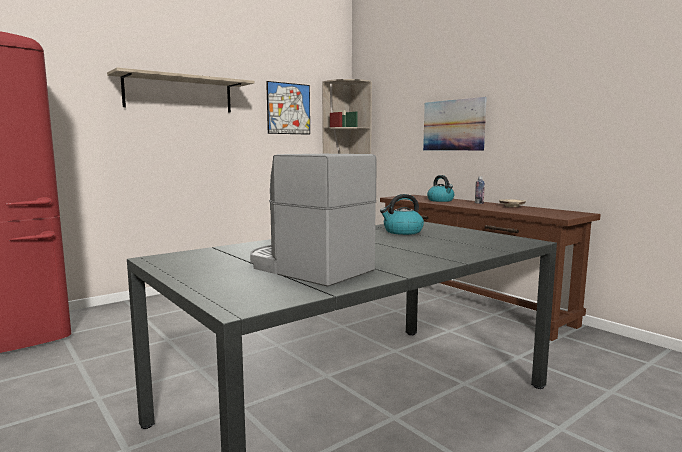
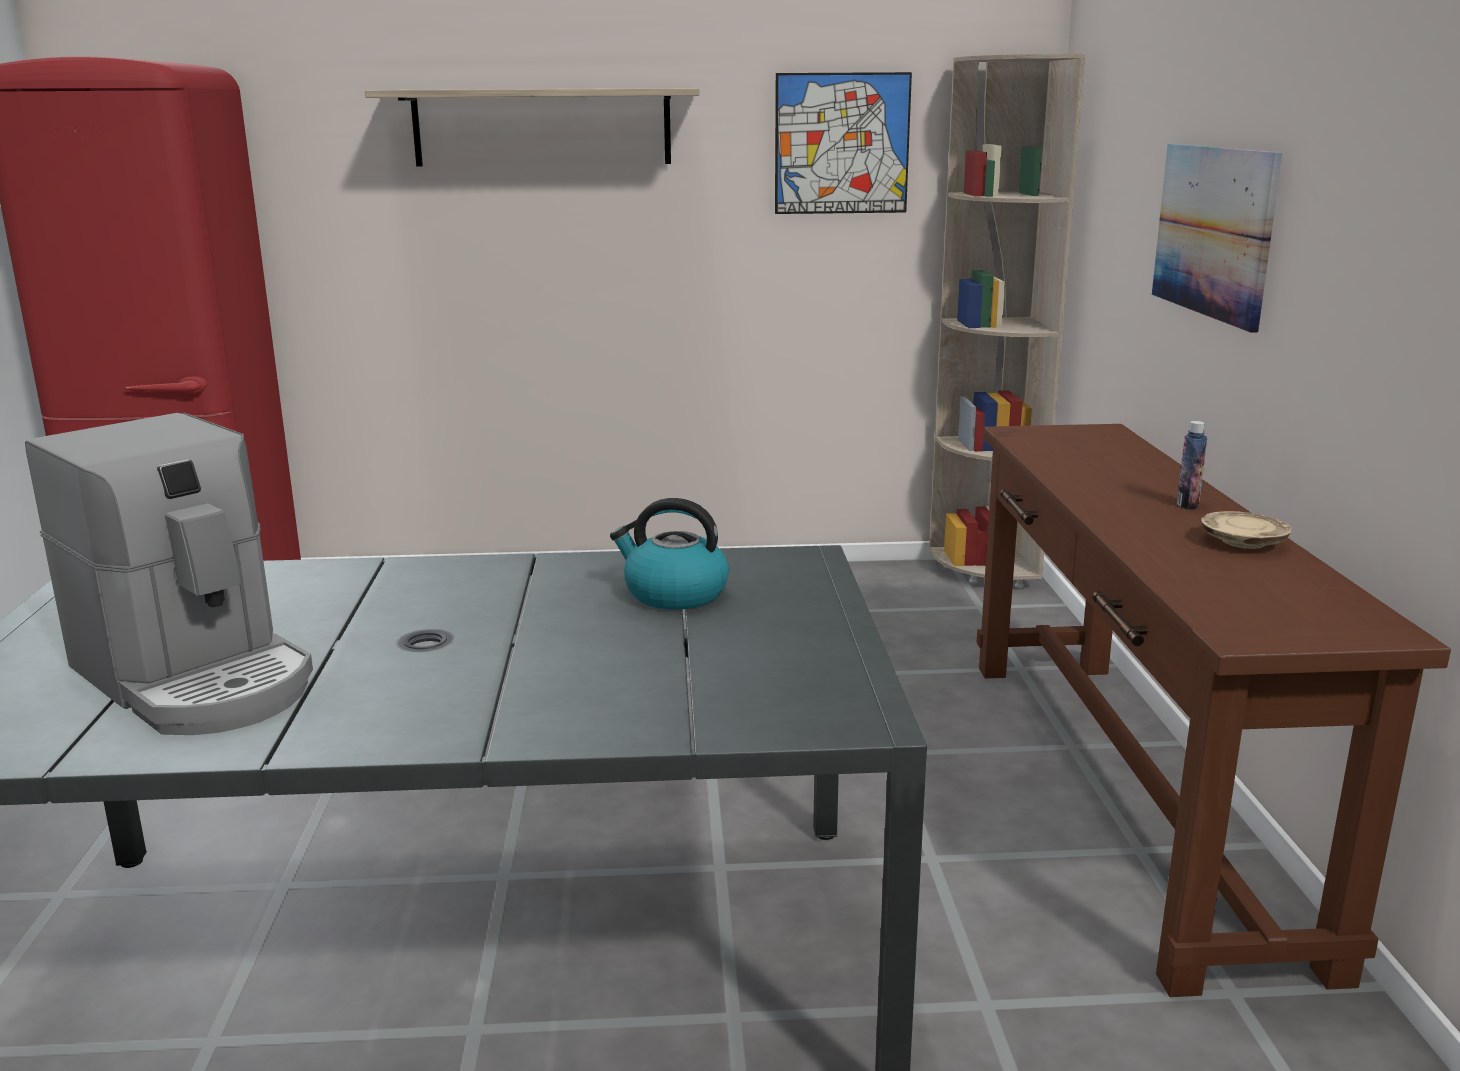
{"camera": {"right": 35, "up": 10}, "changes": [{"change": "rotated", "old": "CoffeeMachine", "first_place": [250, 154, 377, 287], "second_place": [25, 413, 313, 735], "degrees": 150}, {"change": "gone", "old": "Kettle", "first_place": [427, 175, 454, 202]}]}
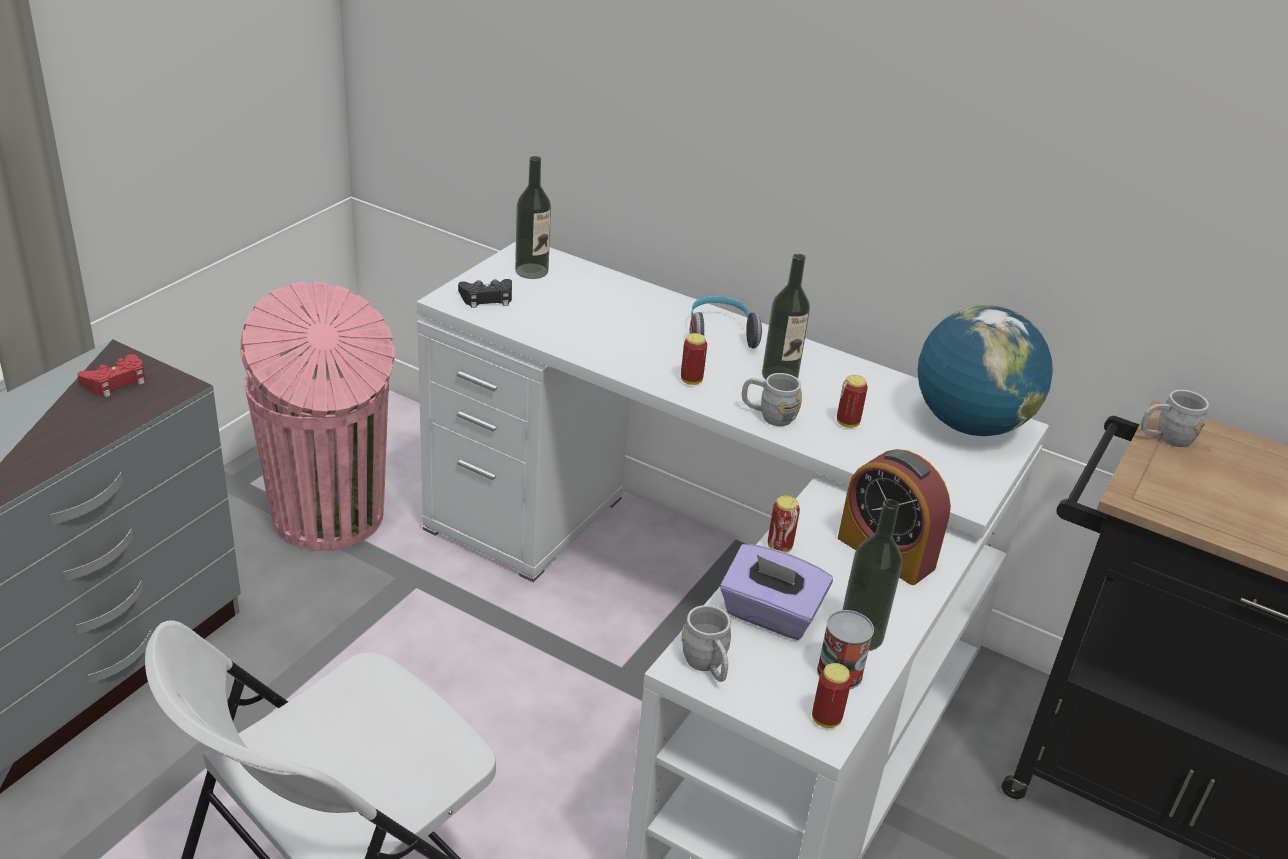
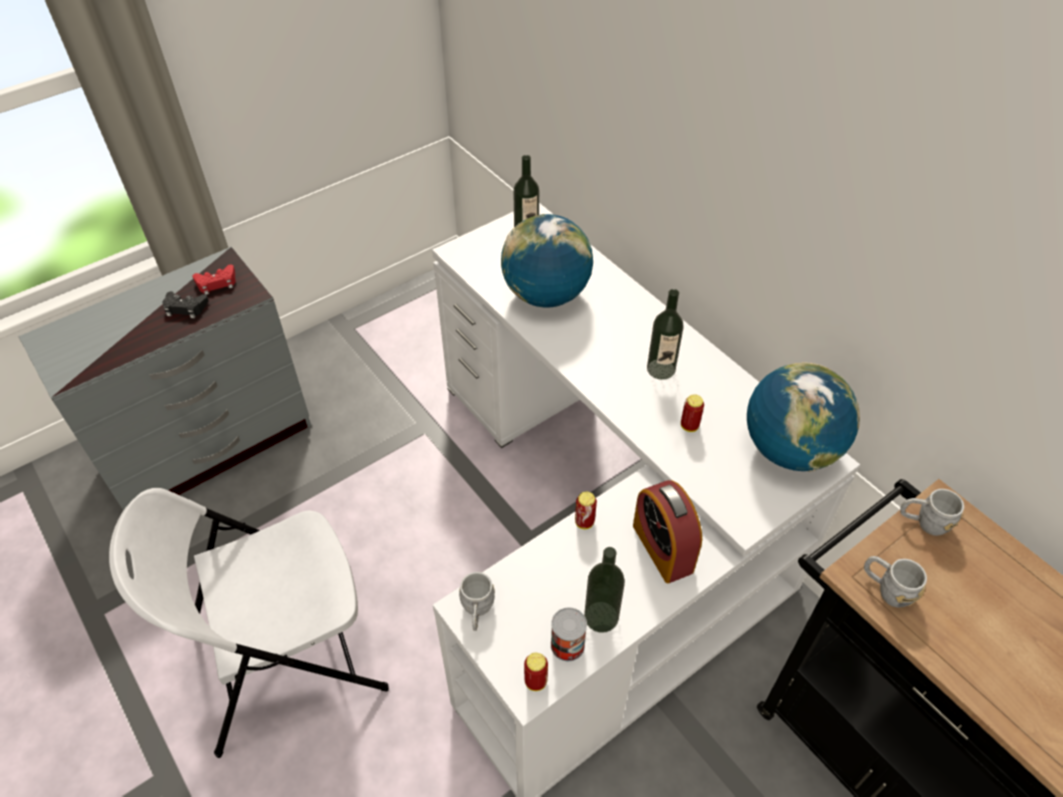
{"camera": {"right": 25, "up": 15}, "changes": [{"change": "gone", "old": "PinkTrashCan", "first_place": [240, 281, 395, 551]}, {"change": "shifted", "old": "BlackGameController", "first_place": [458, 279, 512, 308], "second_place": [162, 291, 209, 318]}, {"change": "gone", "old": "Can", "first_place": [681, 333, 707, 385]}, {"change": "gone", "old": "Headphones", "first_place": [690, 296, 762, 349]}, {"change": "gone", "old": "PurpleTissueBox", "first_place": [720, 544, 833, 640]}, {"change": "shifted", "old": "GreyMug", "first_place": [742, 373, 802, 426], "second_place": [864, 556, 927, 607]}, {"change": "new", "new": "Globe", "second_place": [501, 214, 593, 308]}]}
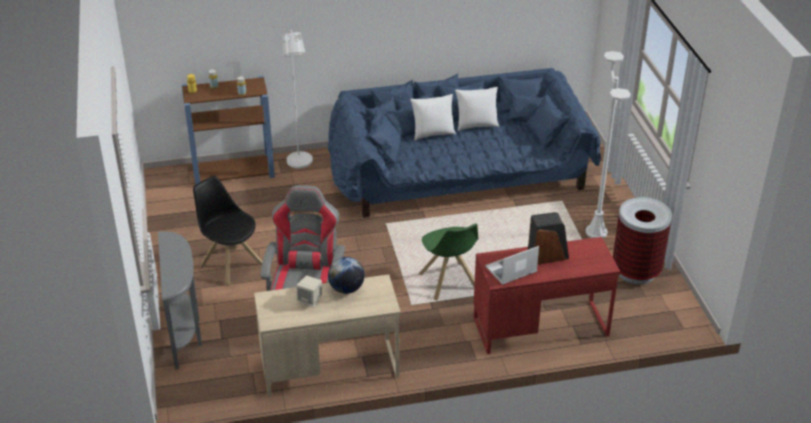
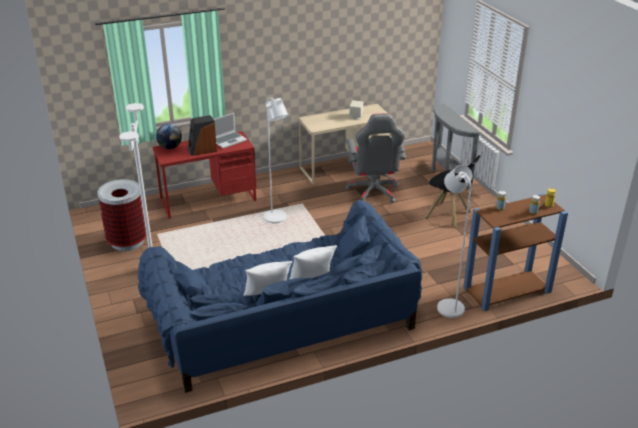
{"camera": {"right": 170, "up": -5}, "changes": [{"change": "shifted", "old": "Globe", "first_place": [328, 257, 365, 294], "second_place": [156, 124, 182, 149]}, {"change": "swapped", "old": "GreenChair", "new": "WhiteFloorLamp", "first_place": [419, 224, 478, 301], "second_place": [264, 98, 288, 223]}]}
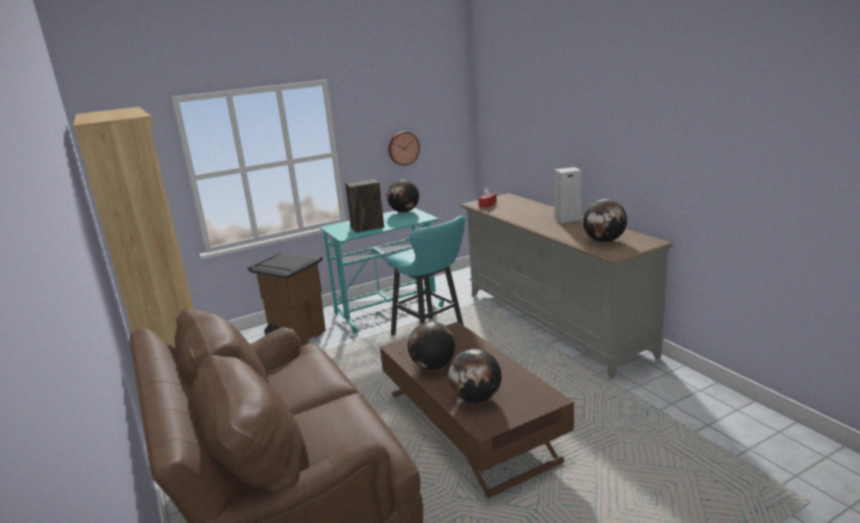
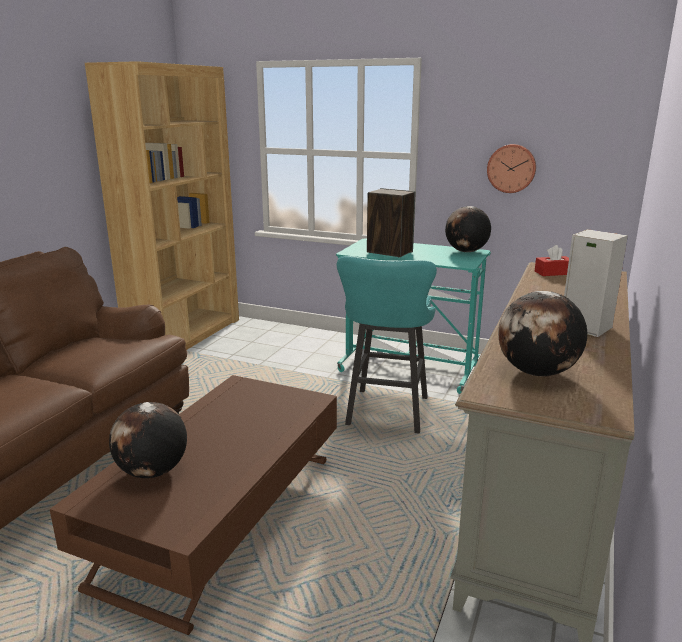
{"camera": {"right": 50, "up": 0}, "changes": [{"change": "gone", "old": "BrownTrashCan", "first_place": [248, 252, 326, 347]}, {"change": "gone", "old": "Globe", "first_place": [408, 321, 455, 370]}]}
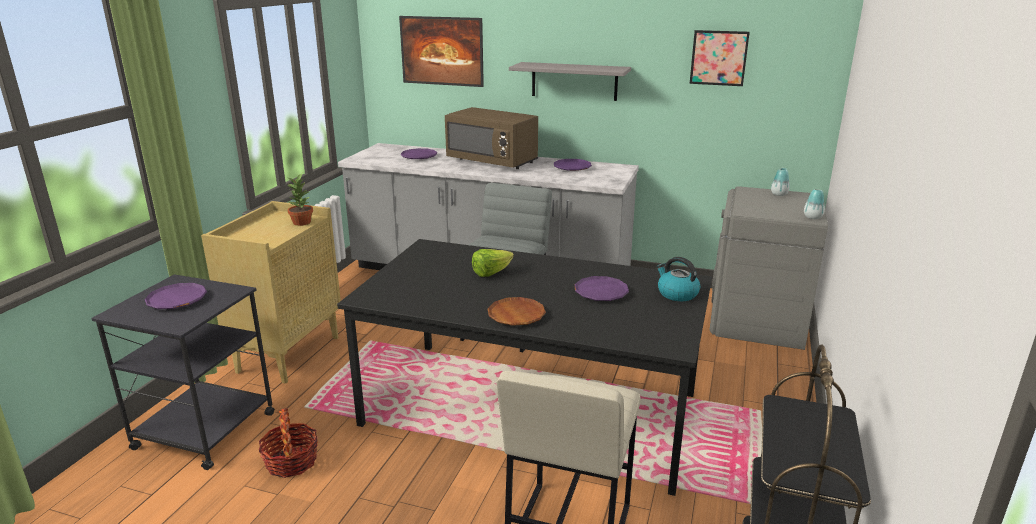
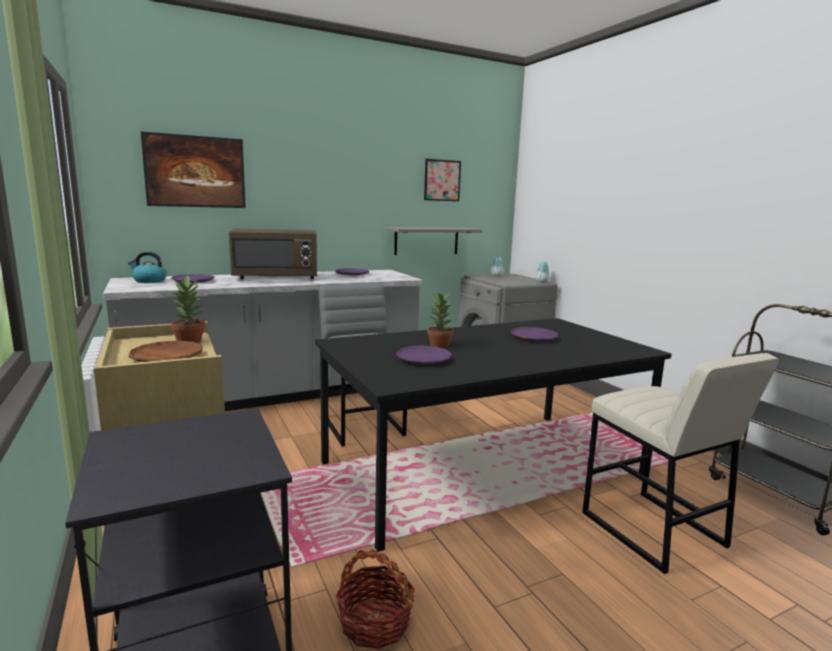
{"camera": {"right": -45, "up": -10}, "changes": [{"change": "shifted", "old": "PurplePlate", "first_place": [145, 283, 207, 309], "second_place": [396, 345, 452, 364]}, {"change": "swapped", "old": "Lettuce", "new": "PottedPlant", "first_place": [472, 249, 514, 277], "second_place": [427, 293, 454, 348]}, {"change": "shifted", "old": "BrownPlate", "first_place": [488, 297, 546, 326], "second_place": [128, 341, 202, 362]}, {"change": "shifted", "old": "GreyShelf", "first_place": [509, 62, 631, 101], "second_place": [385, 227, 482, 255]}, {"change": "shifted", "old": "Kettle", "first_place": [656, 257, 701, 301], "second_place": [128, 252, 167, 283]}]}
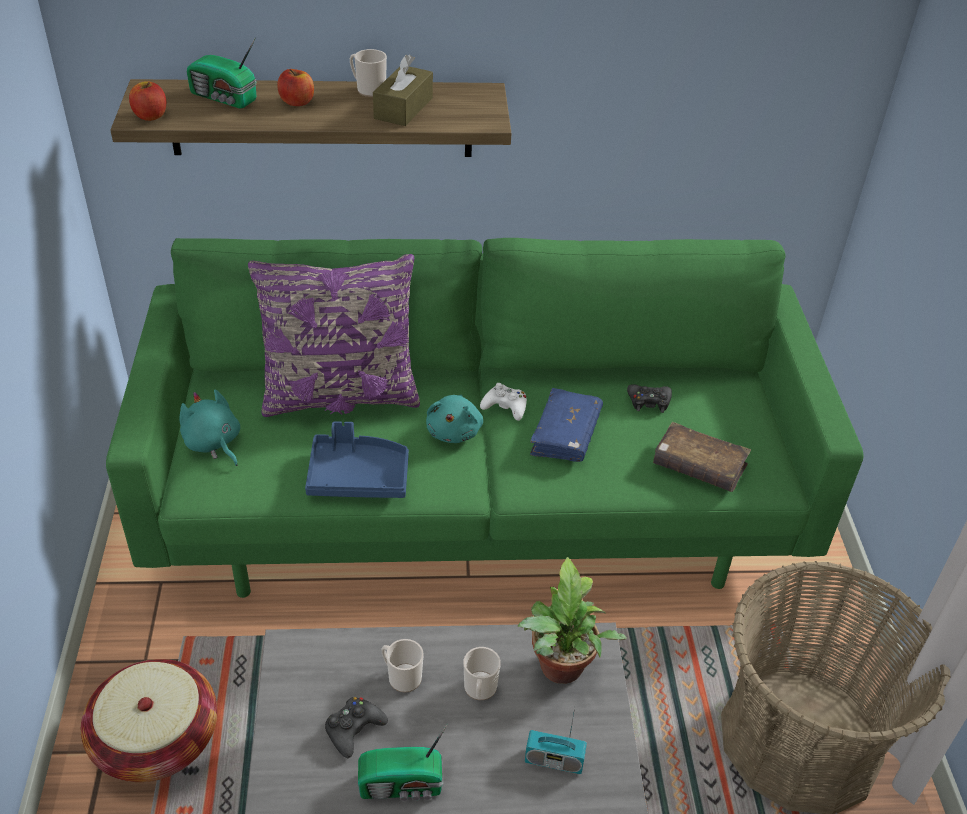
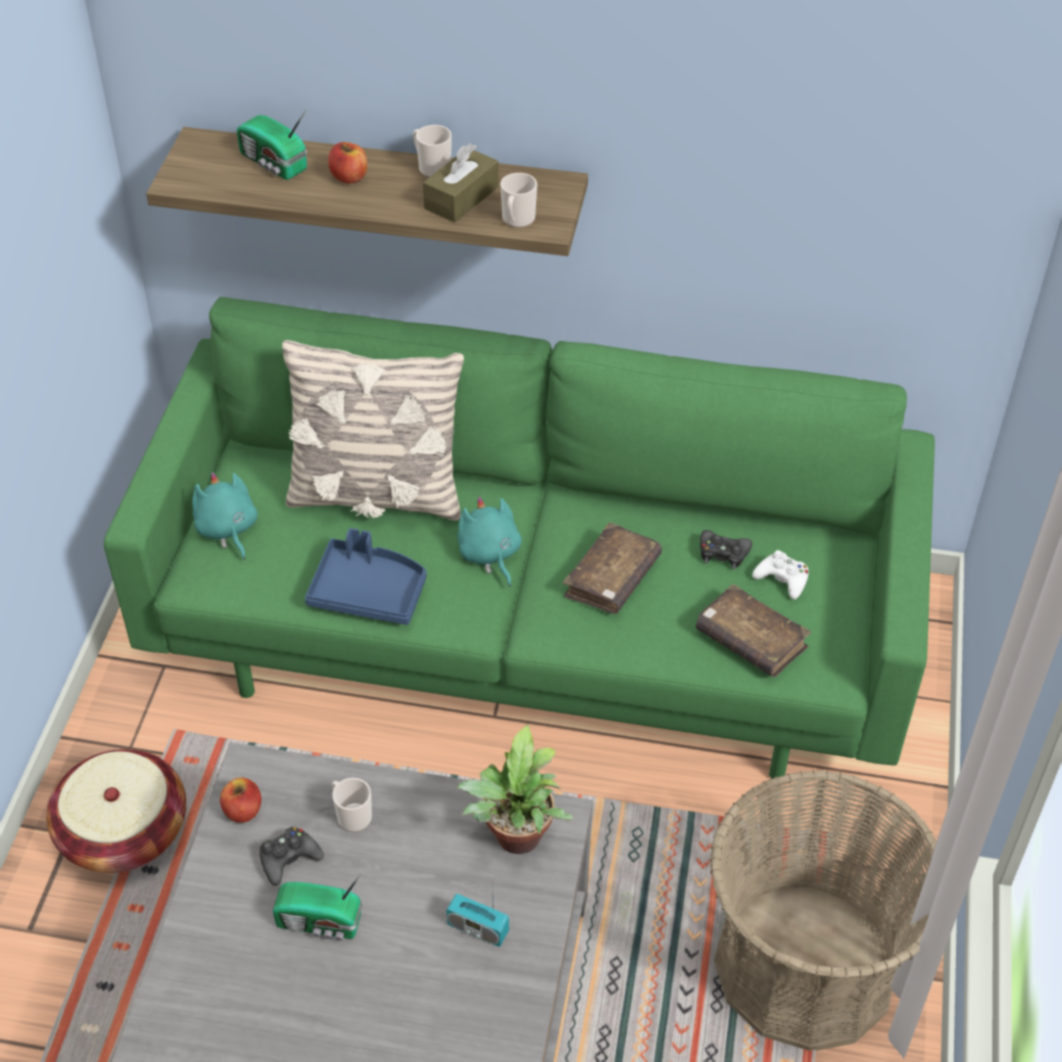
{"camera": {"right": 15, "up": 5}, "changes": [{"change": "shifted", "old": "Apple", "first_place": [129, 81, 166, 121], "second_place": [220, 777, 261, 823]}, {"change": "repainted", "old": "PurplePillow", "new": "BeigePillow", "first_place": [248, 254, 420, 417], "second_place": [282, 340, 464, 521]}, {"change": "rotated", "old": "TurquoisePlushToy", "first_place": [426, 395, 483, 443], "second_place": [457, 497, 522, 587], "degrees": 135}, {"change": "shifted", "old": "Mug", "first_place": [464, 647, 501, 700], "second_place": [500, 173, 537, 228]}, {"change": "shifted", "old": "WhiteGameController", "first_place": [480, 383, 527, 421], "second_place": [752, 550, 808, 599]}, {"change": "repainted", "old": "BlueBook", "new": "BrownBook", "first_place": [530, 388, 603, 462], "second_place": [563, 522, 662, 614]}]}
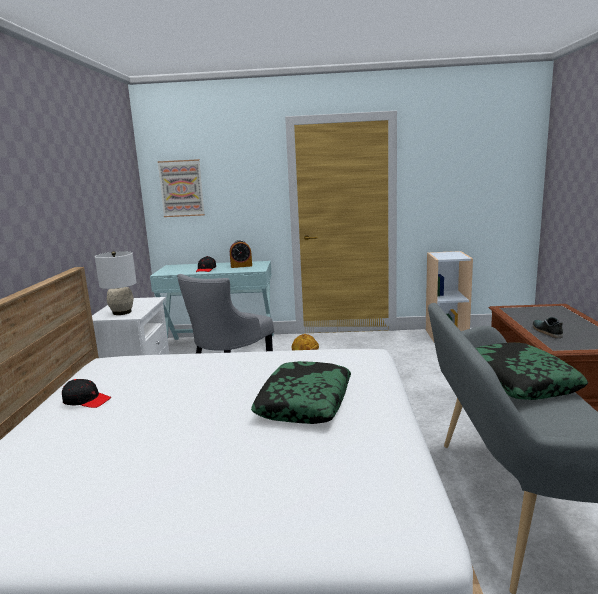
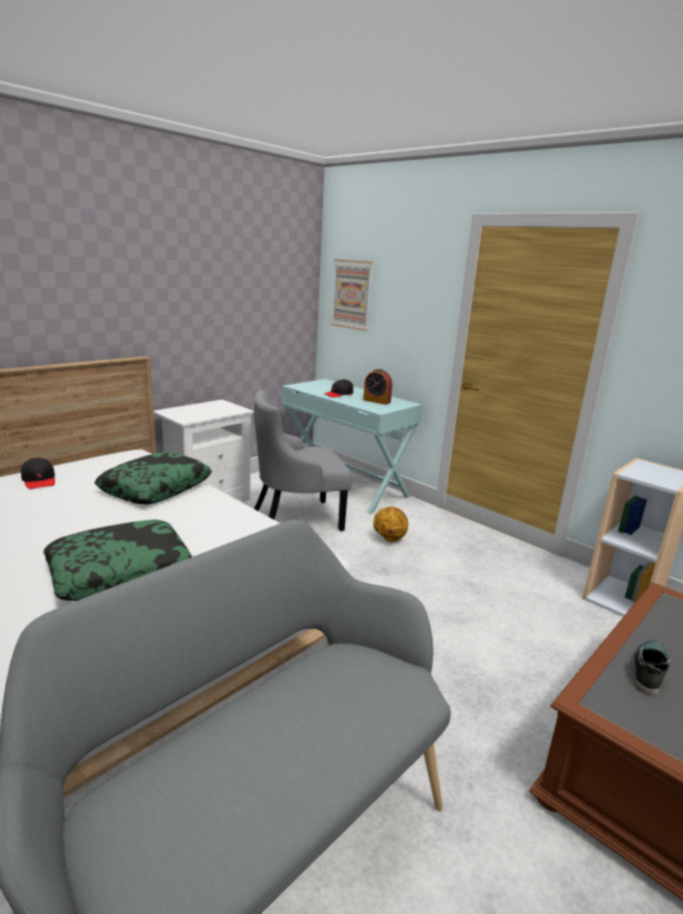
{"camera": {"right": 40, "up": 5}, "changes": [{"change": "gone", "old": "WhiteTableLamp", "first_place": [95, 251, 137, 315]}, {"change": "shifted", "old": "Pillow", "first_place": [475, 342, 588, 400], "second_place": [94, 452, 212, 505]}]}
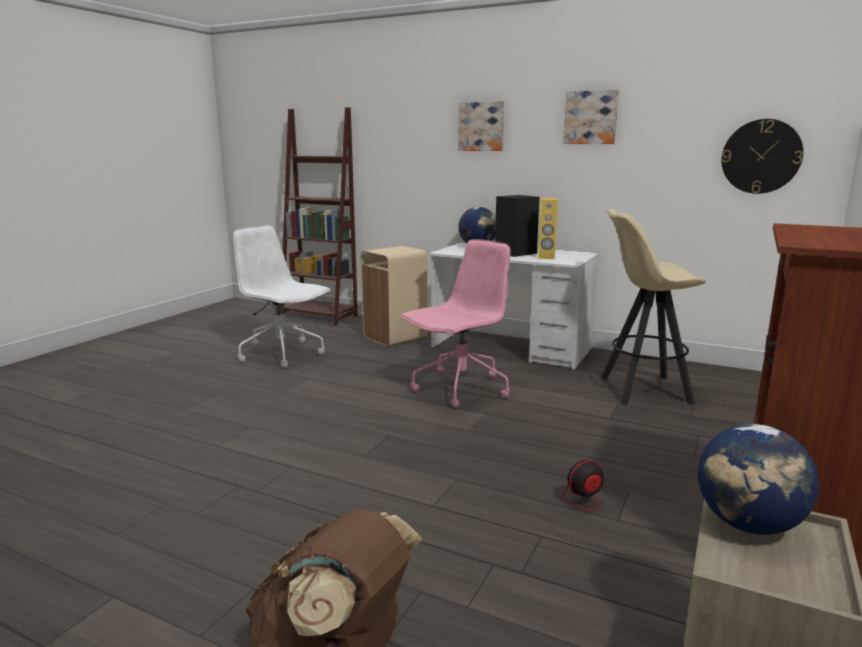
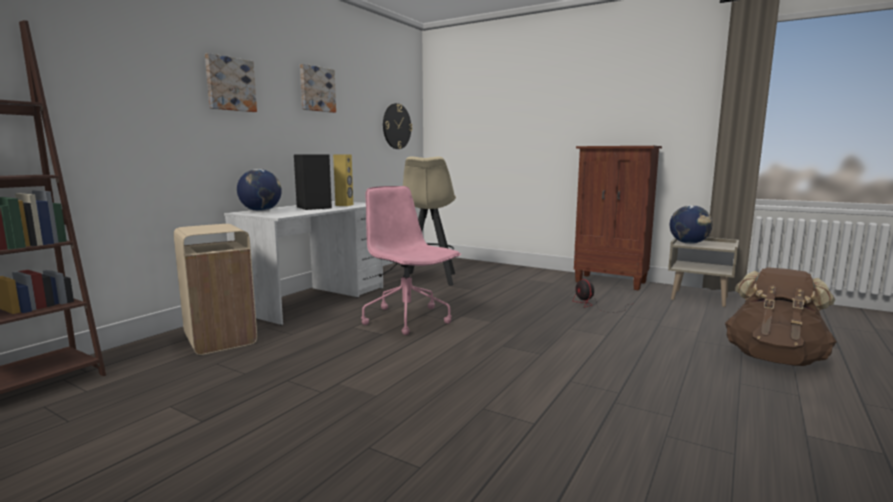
{"camera": {"right": -85, "up": -5}, "changes": [{"change": "gone", "old": "WhiteOfficeChair", "first_place": [233, 226, 331, 368]}]}
